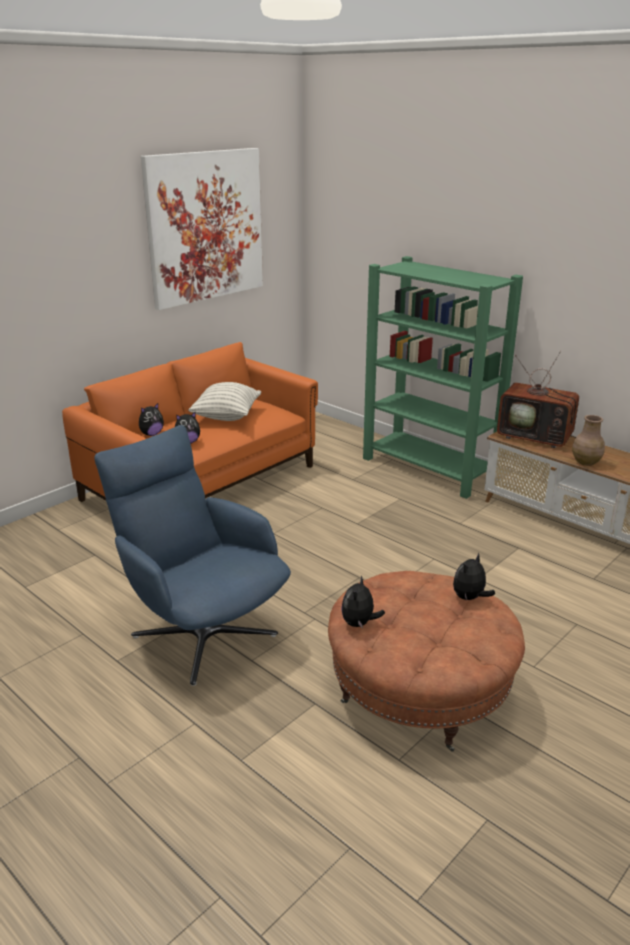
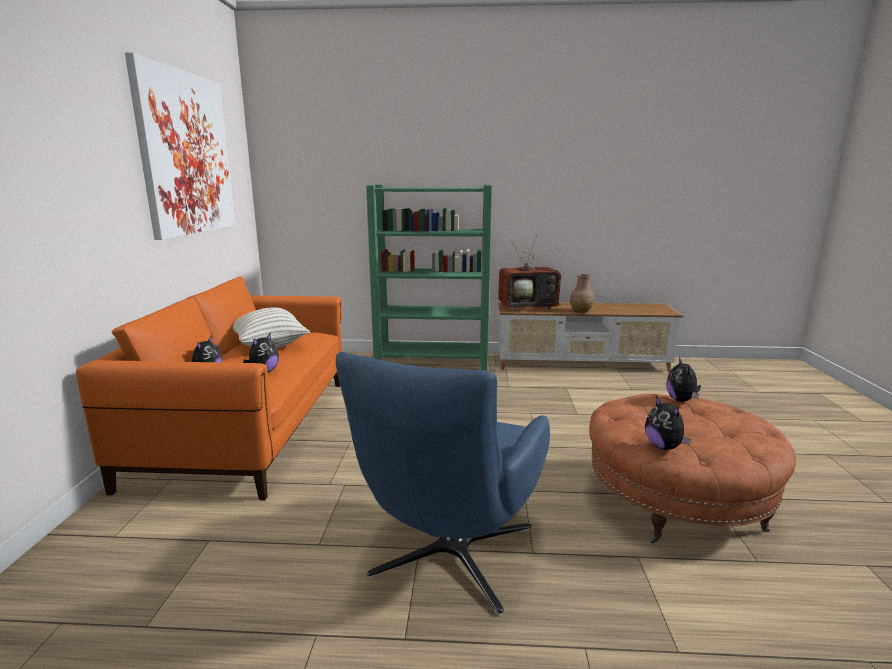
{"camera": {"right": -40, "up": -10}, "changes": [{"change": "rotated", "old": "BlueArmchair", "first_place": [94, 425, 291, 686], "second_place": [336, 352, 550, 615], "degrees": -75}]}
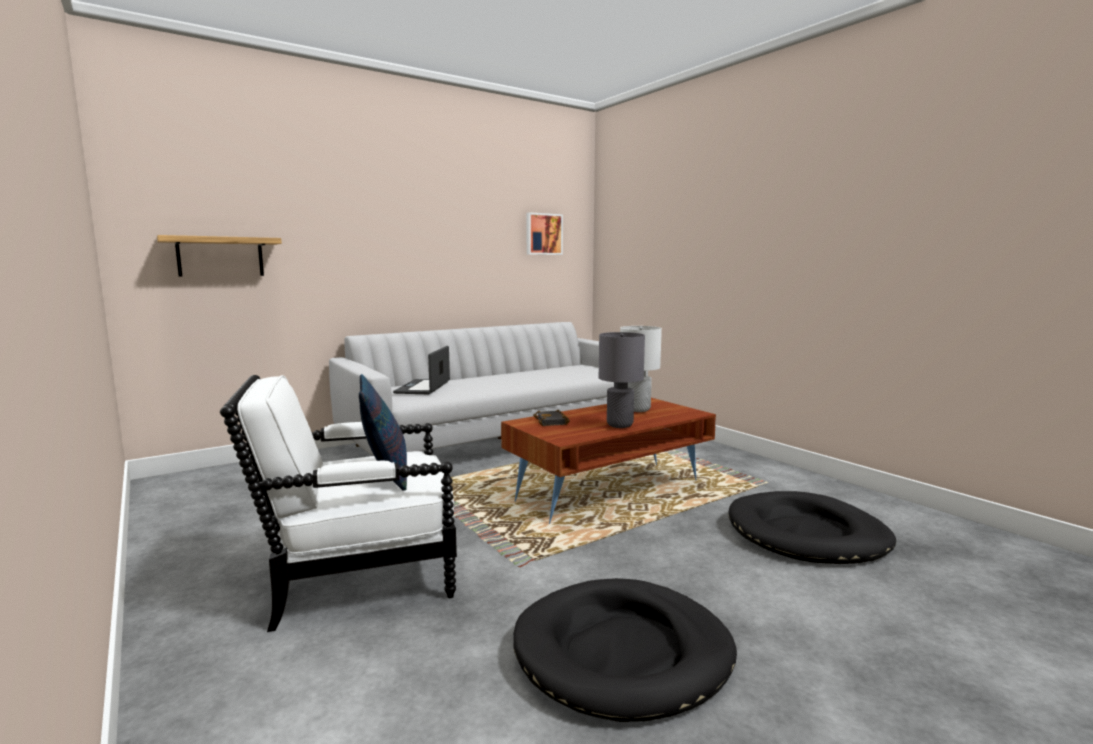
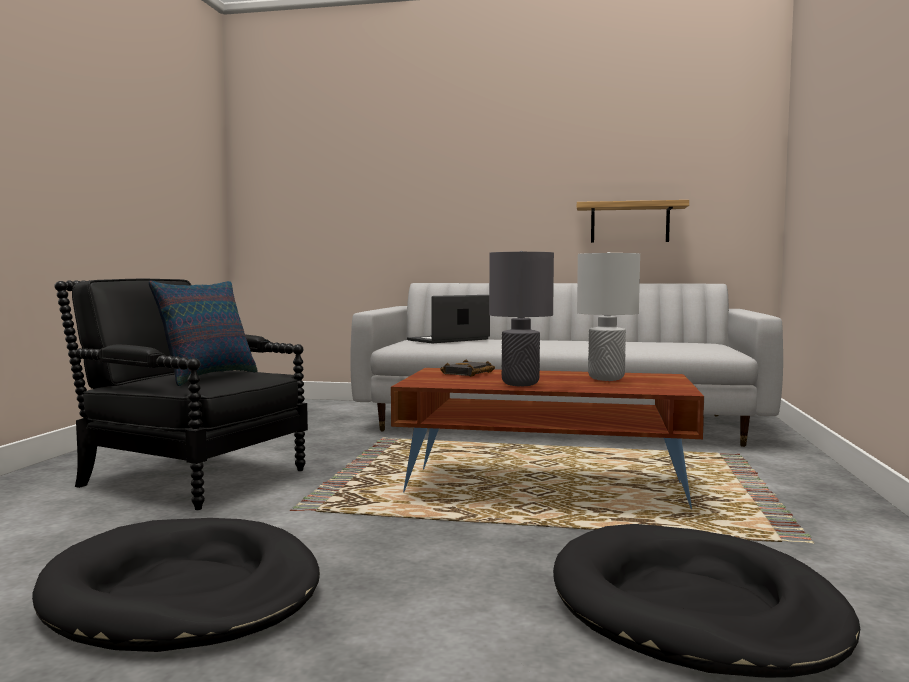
{"camera": {"right": 45, "up": -5}, "changes": [{"change": "shifted", "old": "Shelf", "first_place": [157, 235, 282, 276], "second_place": [577, 200, 689, 243]}, {"change": "repainted", "old": "WhiteArmchair", "new": "BlackArmchair", "first_place": [220, 375, 457, 632], "second_place": [54, 279, 308, 510]}, {"change": "gone", "old": "Picture", "first_place": [526, 212, 563, 255]}]}
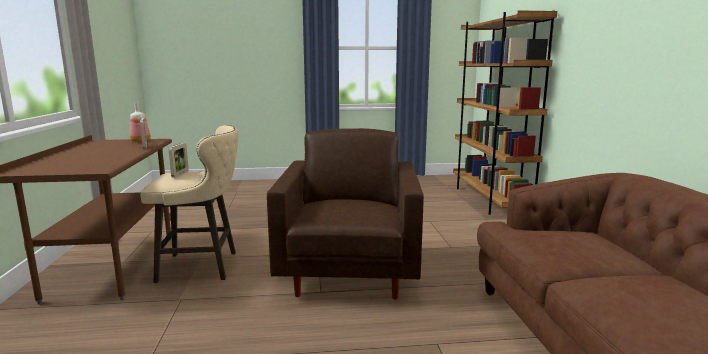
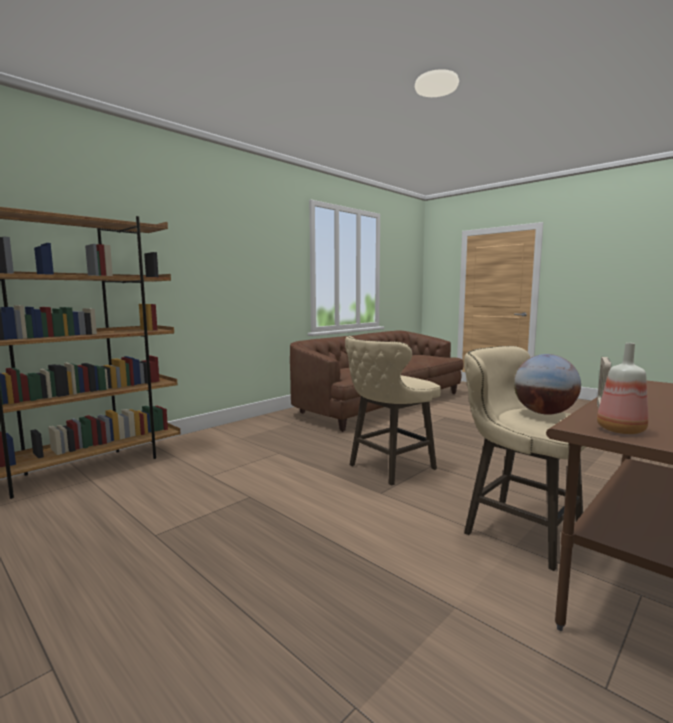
{"camera": {"right": -130, "up": -5}, "changes": [{"change": "swapped", "old": "PictureFrame", "new": "Globe", "first_place": [169, 143, 189, 177], "second_place": [514, 354, 581, 415]}, {"change": "swapped", "old": "BrownArmchair", "new": "BeigeStool", "first_place": [267, 128, 424, 299], "second_place": [345, 336, 441, 486]}]}
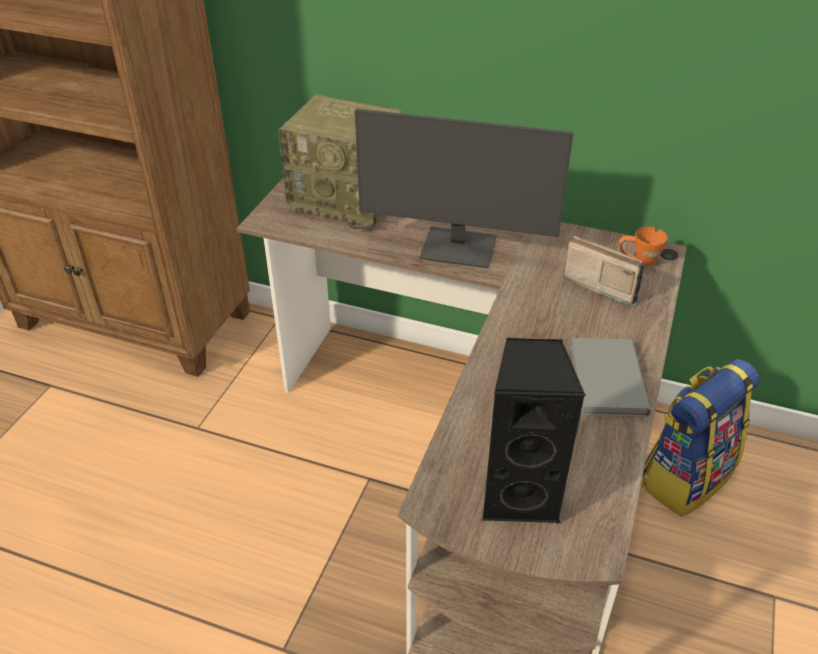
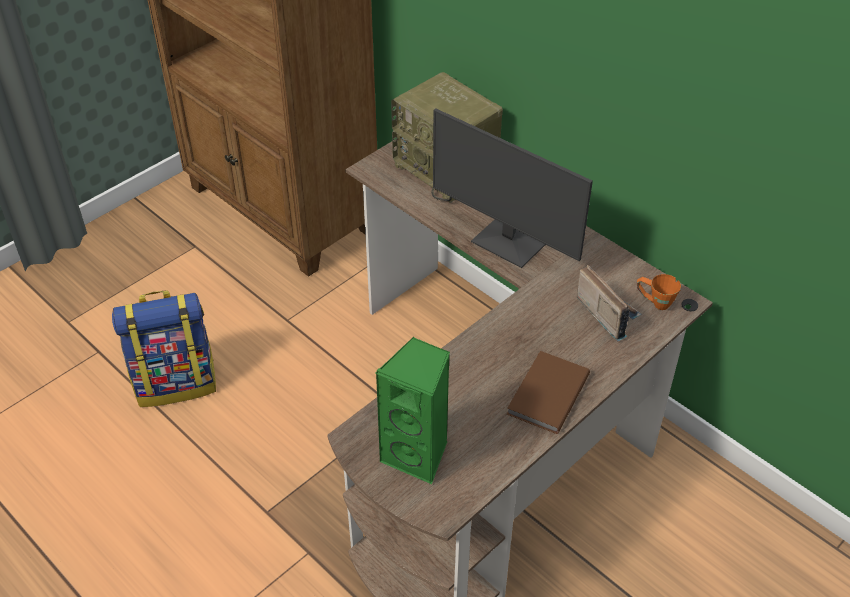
{"camera": {"right": 25, "up": 5}, "changes": [{"change": "repainted", "old": "BlackSpeaker", "new": "GreenSpeaker", "first_place": [482, 338, 586, 524], "second_place": [375, 337, 450, 484]}, {"change": "repainted", "old": "GreyBook", "new": "BrownBook", "first_place": [570, 338, 651, 417], "second_place": [507, 351, 590, 434]}, {"change": "shifted", "old": "Backpack", "first_place": [641, 359, 759, 517], "second_place": [112, 290, 216, 407]}]}
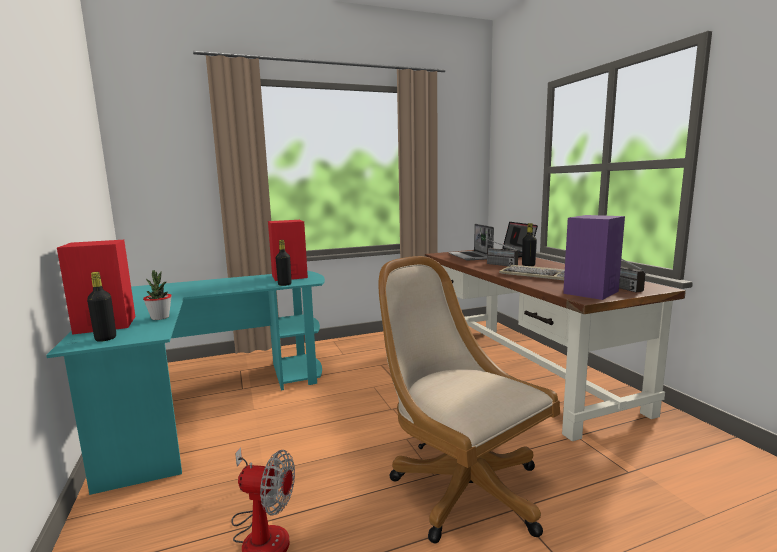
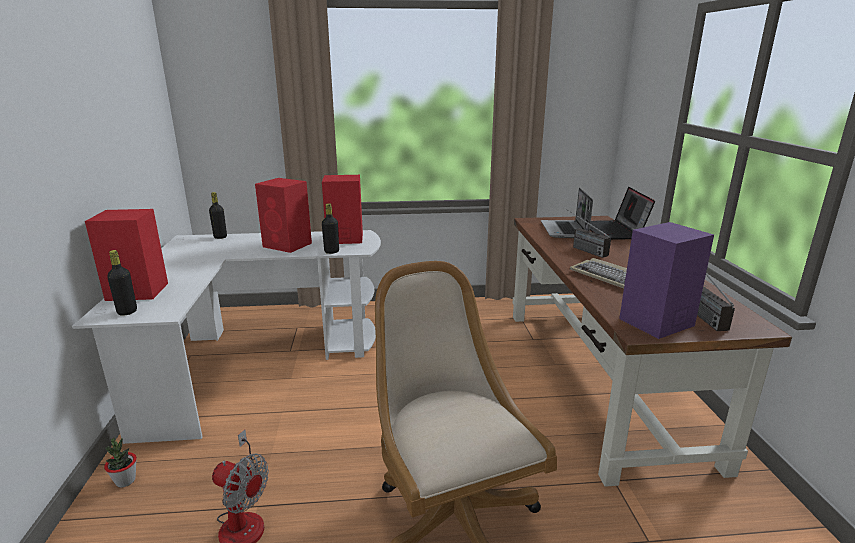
{"camera": {"right": 15, "up": 10}, "changes": [{"change": "repainted", "old": "TurquoiseDesk", "new": "WhiteDesk", "first_place": [46, 271, 325, 495], "second_place": [72, 230, 381, 444]}, {"change": "shifted", "old": "PottedPlant", "first_place": [143, 270, 172, 320], "second_place": [104, 438, 137, 488]}, {"change": "shifted", "old": "BlackBottle", "first_place": [522, 223, 537, 266], "second_place": [209, 192, 227, 239]}, {"change": "new", "new": "RedSpeaker", "second_place": [255, 178, 312, 253]}]}
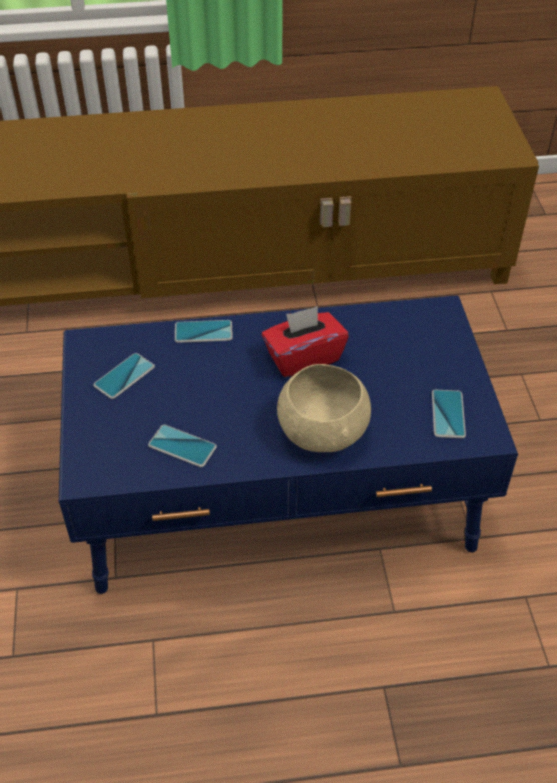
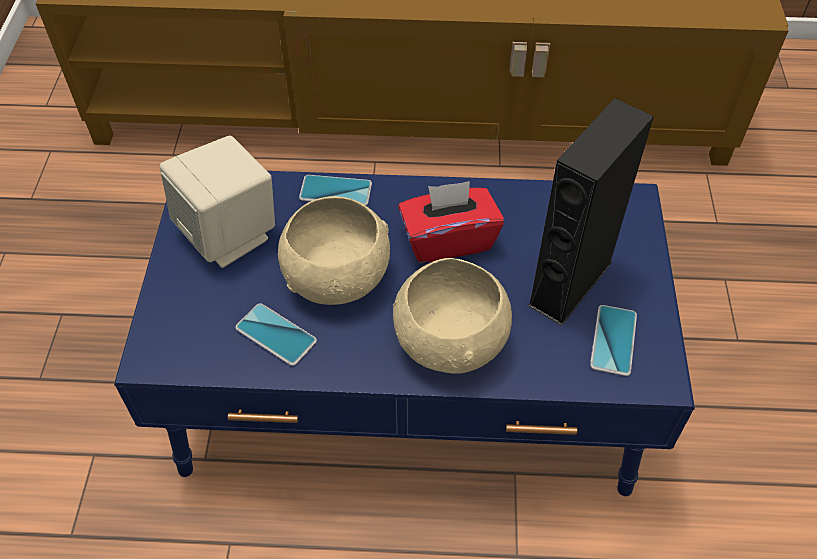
{"camera": {"right": 10, "up": 5}, "changes": [{"change": "swapped", "old": "Phone", "new": "BeigeSpeaker", "first_place": [93, 353, 155, 399], "second_place": [160, 136, 275, 268]}, {"change": "new", "new": "BeigeBowl", "second_place": [278, 196, 390, 305]}, {"change": "new", "new": "BlackSpeaker", "second_place": [528, 98, 654, 326]}]}
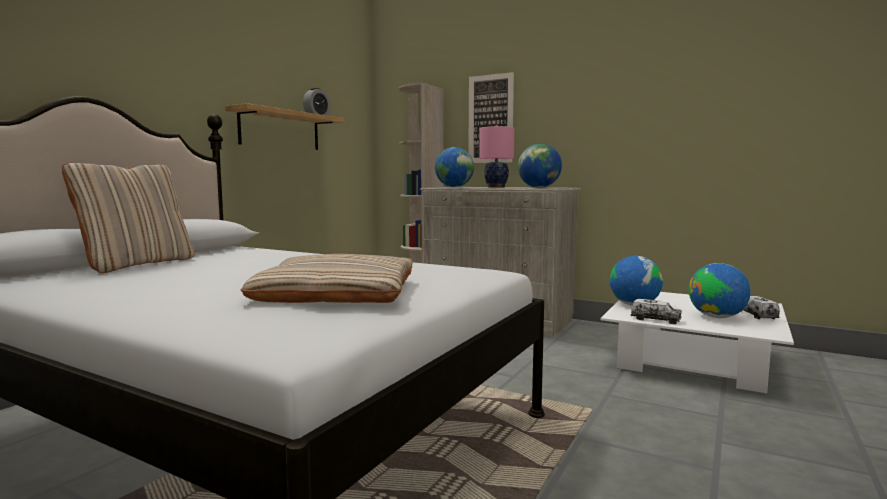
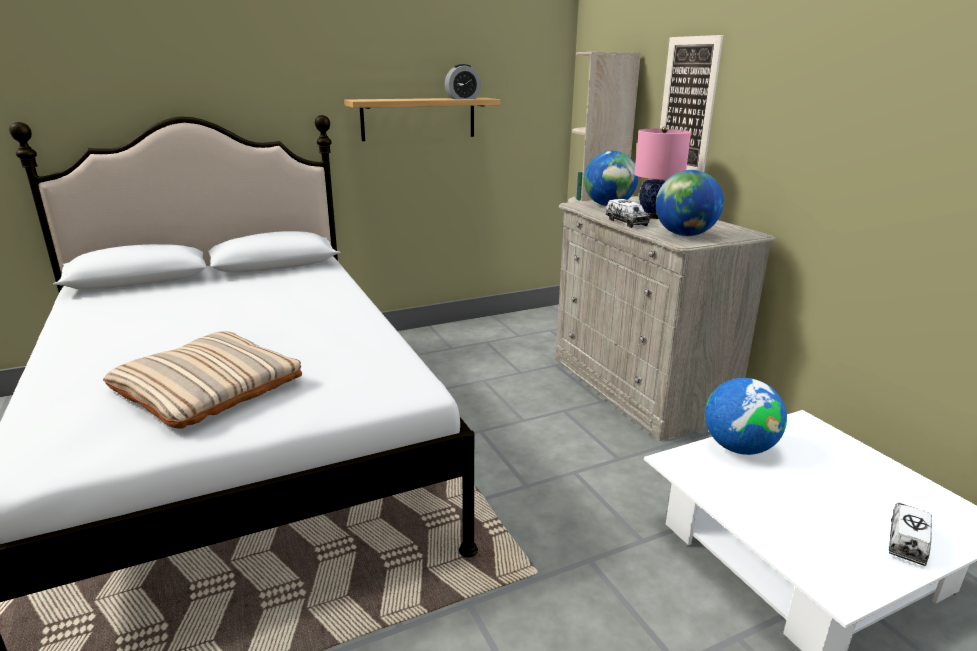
{"camera": {"right": 35, "up": 15}, "changes": [{"change": "gone", "old": "BeigePillow", "first_place": [62, 162, 196, 273]}, {"change": "shifted", "old": "ToyTruck", "first_place": [631, 299, 682, 325], "second_place": [606, 199, 650, 228]}, {"change": "gone", "old": "Globe", "first_place": [689, 263, 751, 318]}]}
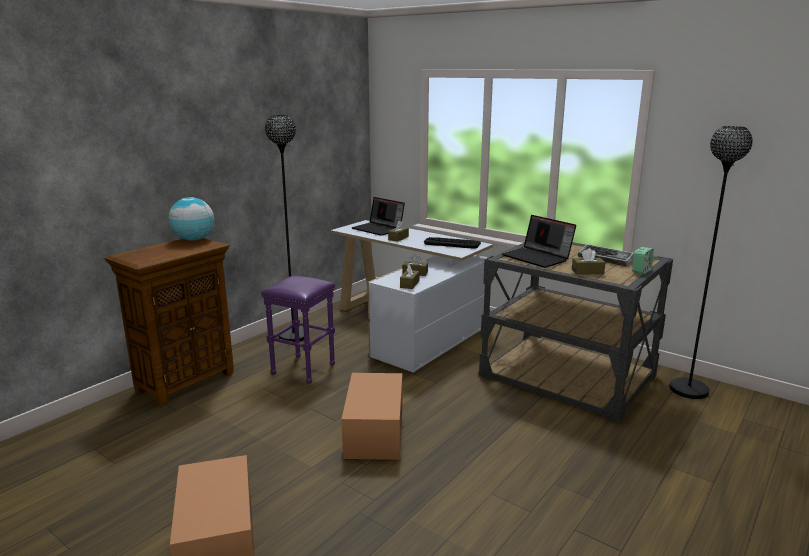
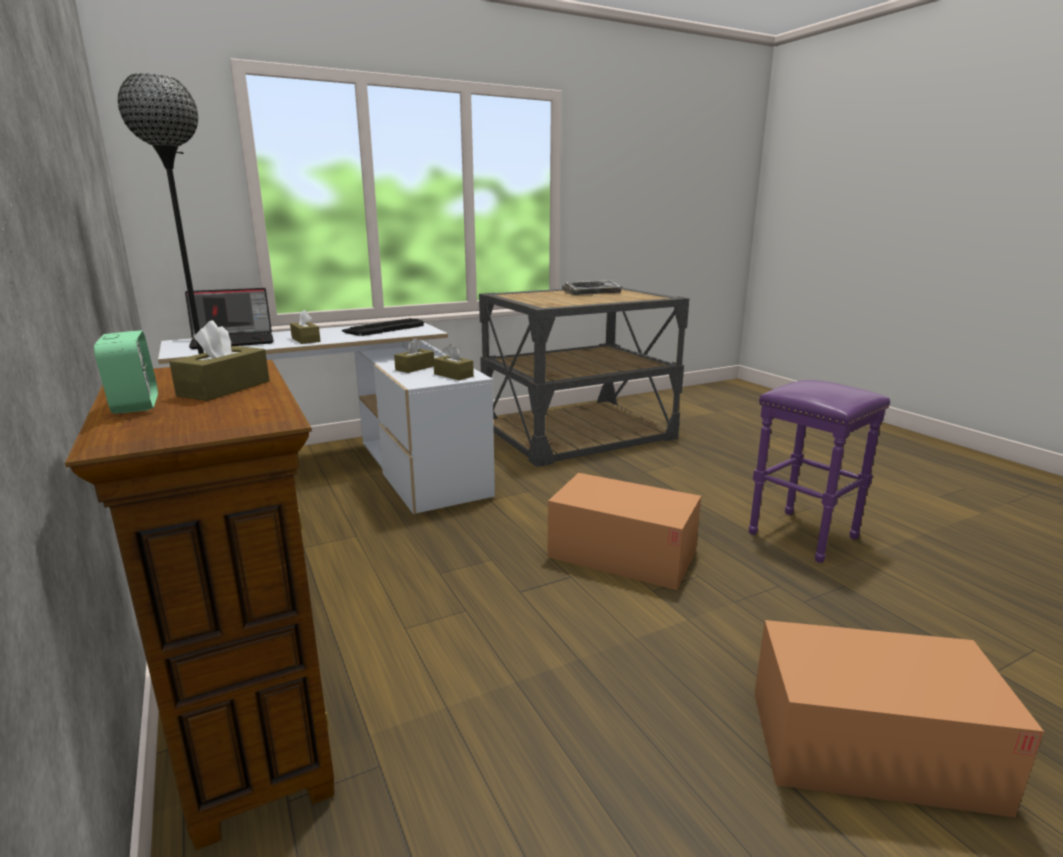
{"camera": {"right": -65, "up": 0}, "changes": [{"change": "gone", "old": "Globe", "first_place": [169, 197, 214, 241]}, {"change": "shifted", "old": "PurpleStool", "first_place": [261, 276, 335, 384], "second_place": [749, 380, 890, 563]}, {"change": "gone", "old": "Laptop", "first_place": [502, 215, 576, 268]}, {"change": "shifted", "old": "BrownTissueBox", "first_place": [572, 248, 606, 275], "second_place": [169, 320, 270, 401]}, {"change": "shifted", "old": "AlarmClock", "first_place": [632, 247, 654, 274], "second_place": [94, 330, 158, 414]}, {"change": "gone", "old": "BlackFloorLamp", "first_place": [669, 126, 752, 399]}]}
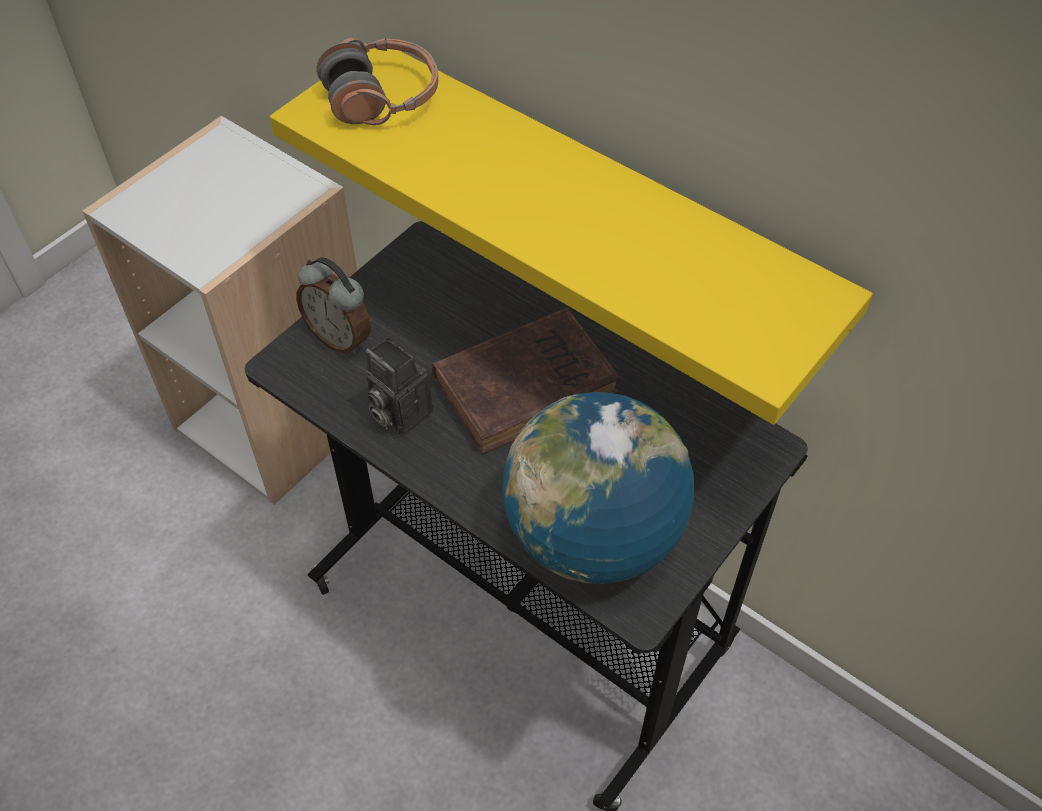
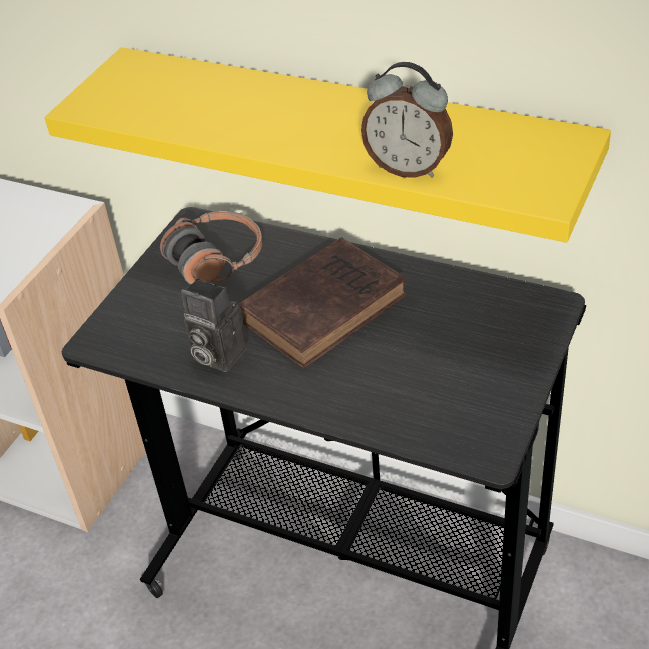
{"camera": {"right": -10, "up": -10}, "changes": [{"change": "shifted", "old": "AlarmClock", "first_place": [296, 257, 371, 355], "second_place": [361, 62, 453, 178]}, {"change": "shifted", "old": "Headphones", "first_place": [316, 37, 438, 125], "second_place": [160, 211, 262, 284]}, {"change": "gone", "old": "Globe", "first_place": [502, 392, 694, 584]}]}
